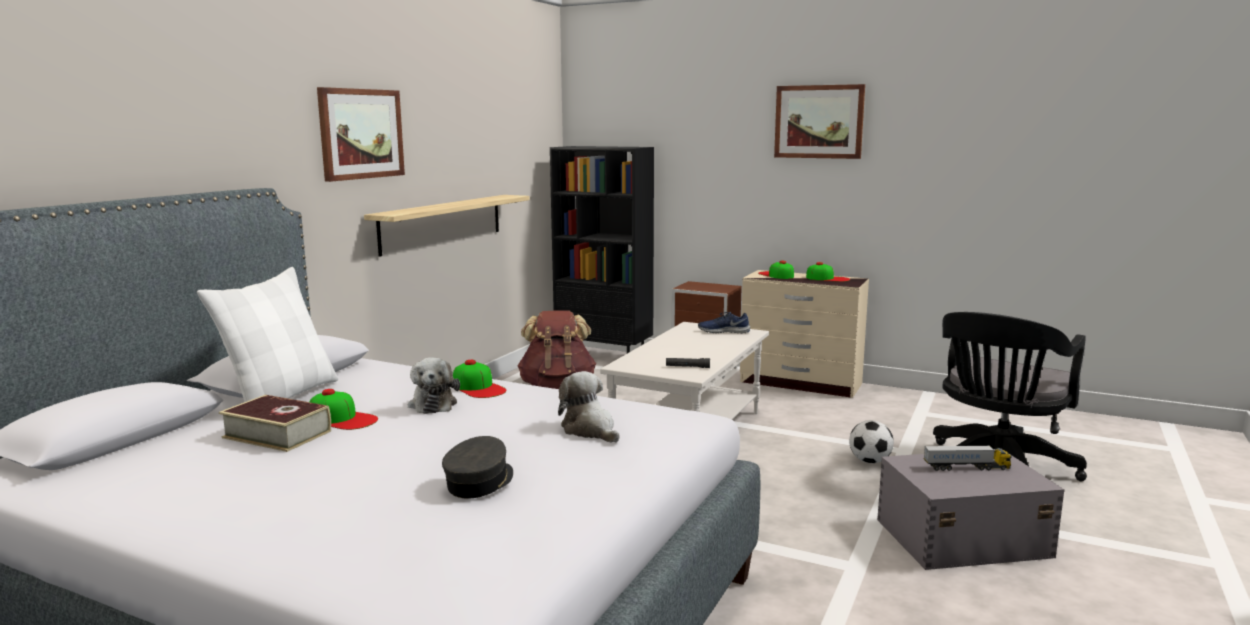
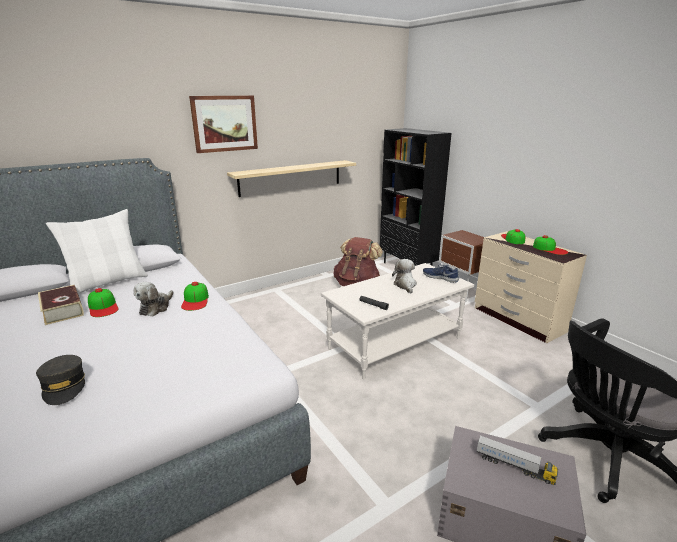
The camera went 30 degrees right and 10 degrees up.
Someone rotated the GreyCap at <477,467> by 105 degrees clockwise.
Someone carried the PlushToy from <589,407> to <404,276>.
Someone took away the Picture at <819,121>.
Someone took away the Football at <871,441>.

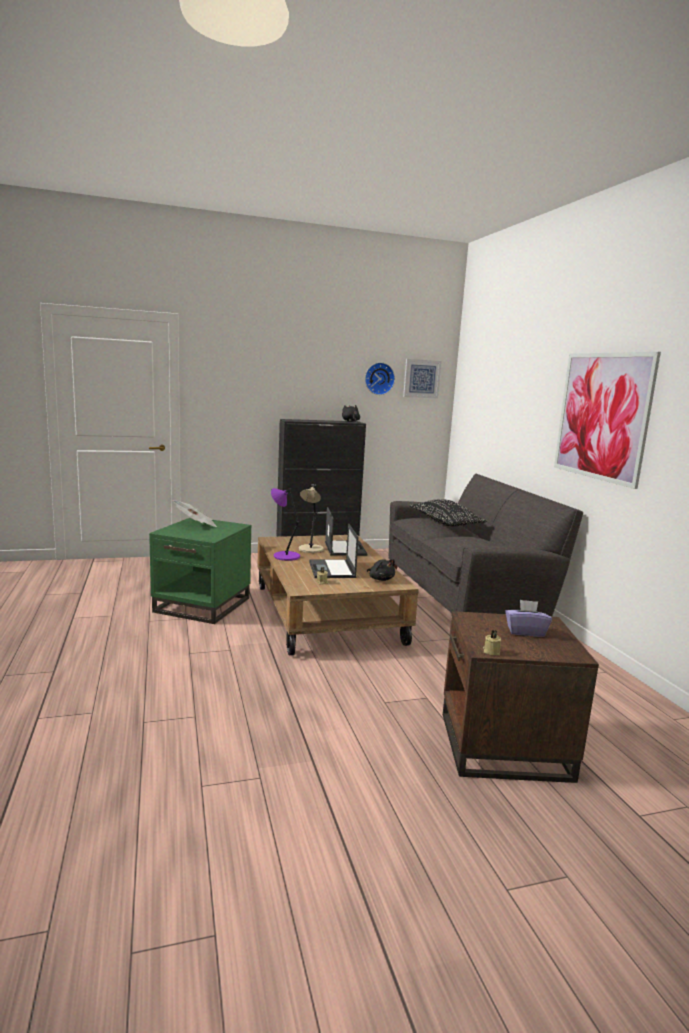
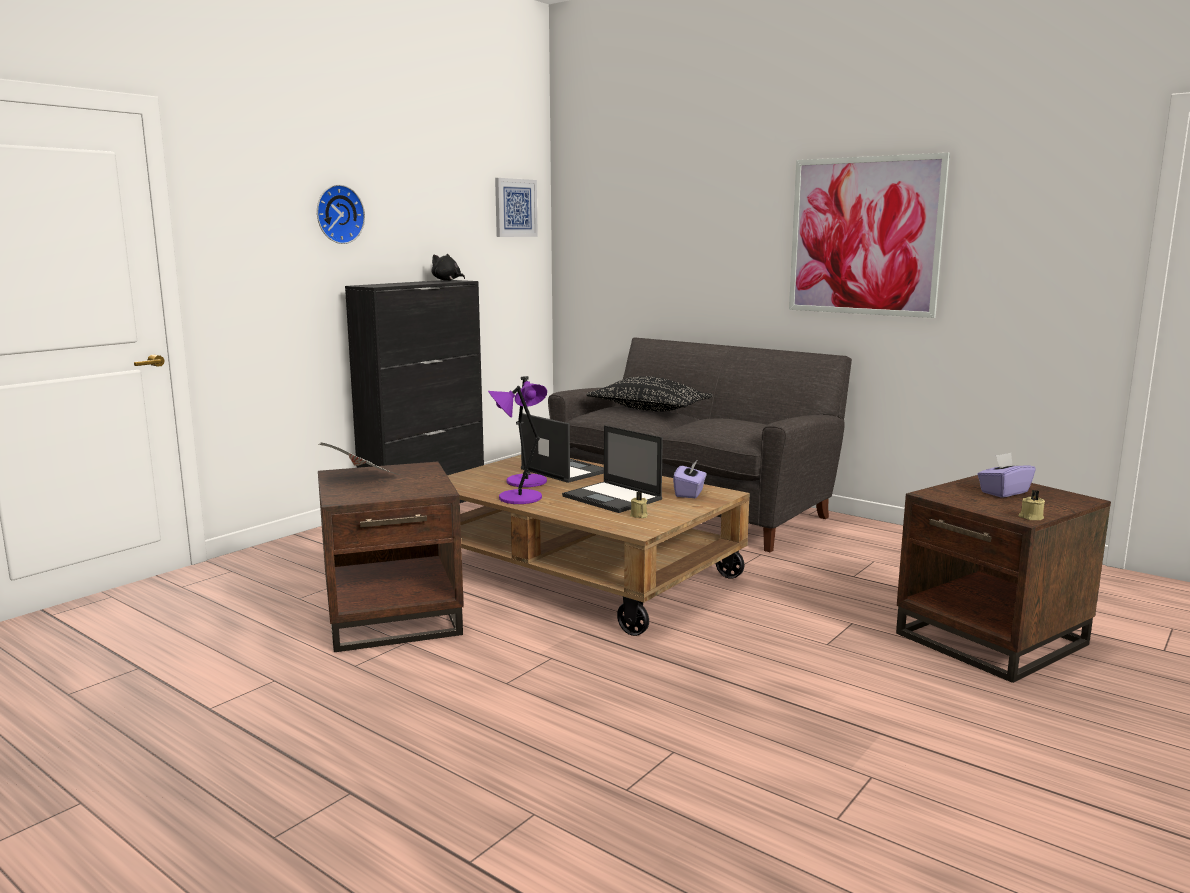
The camera went 35 degrees left and 0 degrees up.
Someone repainted the GreenSideTable at <200,571>, which became the BrownSideTable at <391,557>.
Someone repainted the BeigeTableLamp at <311,518>, which became the PurpleTableLamp at <526,431>.
Someone carried the WallClock from <380,378> to <341,214>.
Someone swapped the BlackPlushToy at <381,570> for the PurpleTissueBox at <690,479>.

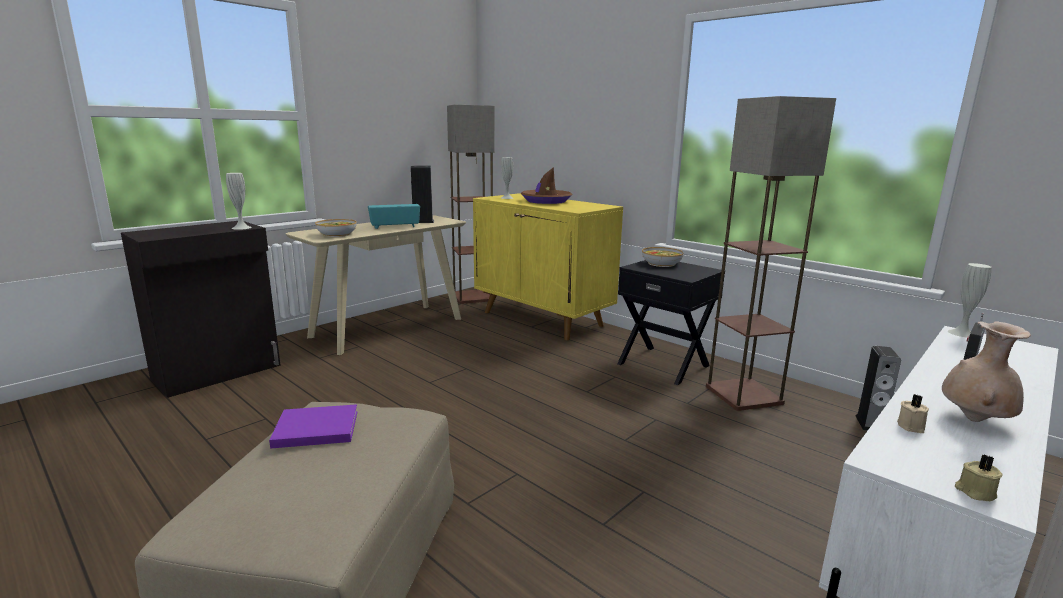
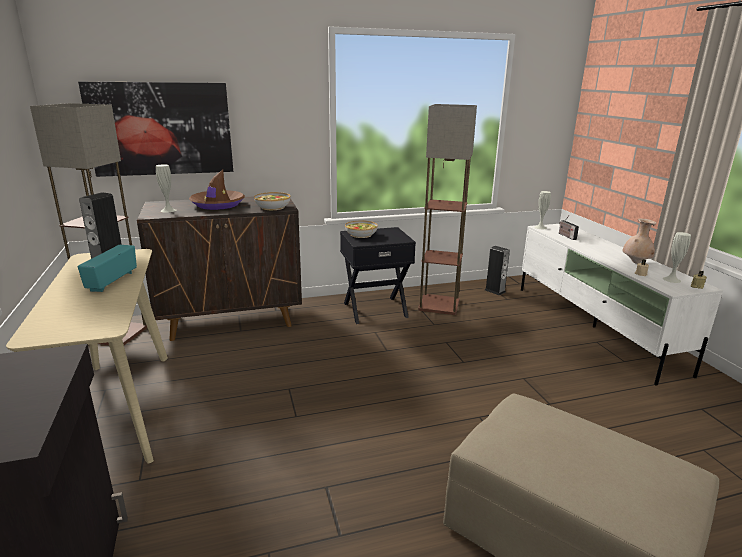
The camera went 60 degrees left and 5 degrees up.
Someone carried the WhiteVase from <239,201> to <677,257>.
Someone took away the PurpleBook at <313,426>.
Someone carried the Bowl from <336,228> to <272,201>.
Someone repainted the YellowCabinet at <548,266>, which became the BrownCabinet at <219,268>.
Someone put up the Picture at <155,129>.

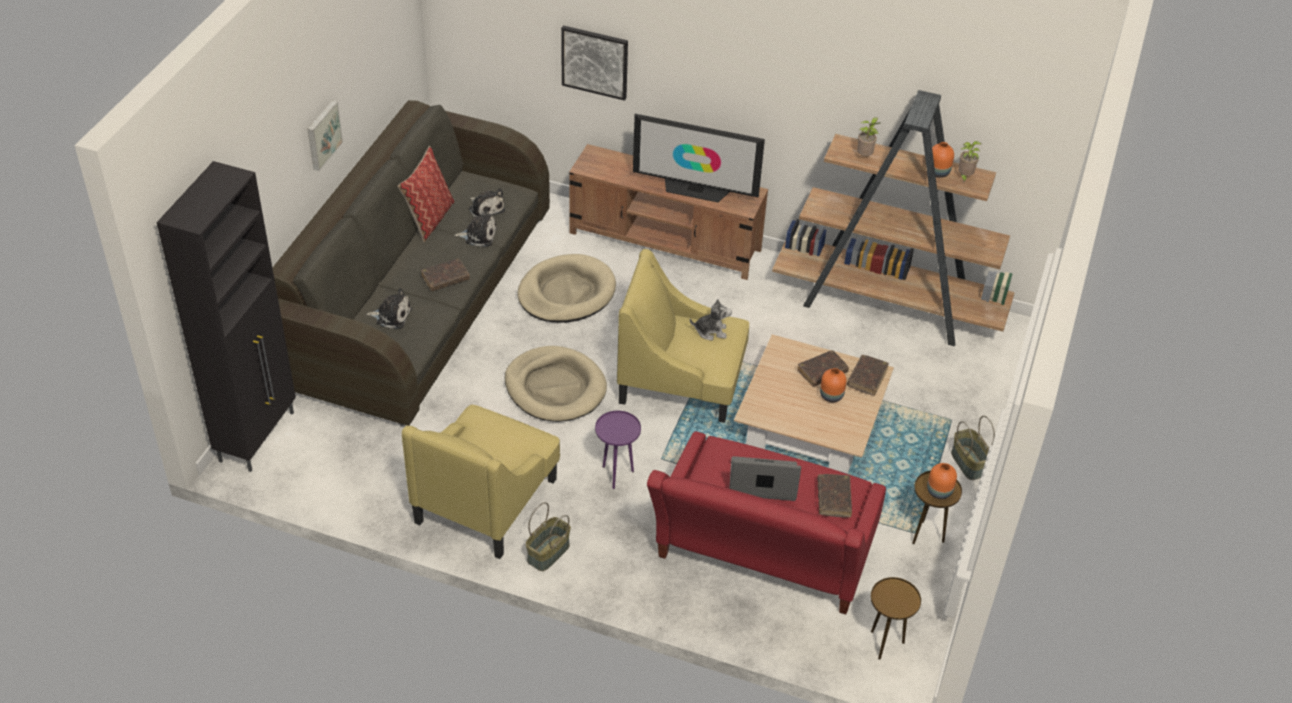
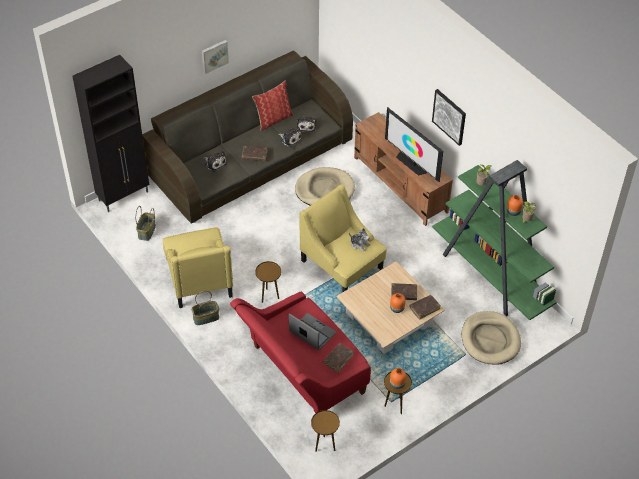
The camera went 35 degrees right and 5 degrees up.
Someone rotated the YellowArmchair at <481,482> by 75 degrees counterclockwise.
Someone carried the BeigeDogBed from <556,384> to <491,338>.
Someone carried the Picture from <594,63> to <449,117>.
Someone repainted the PurpleSideTable at <618,450>, which became the BrownSideTable at <268,282>.
Someone repainted the BrownBookcase at <893,218>, which became the GreenBookcase at <494,240>.
Someone carried the Basket from <973,448> to <145,223>.

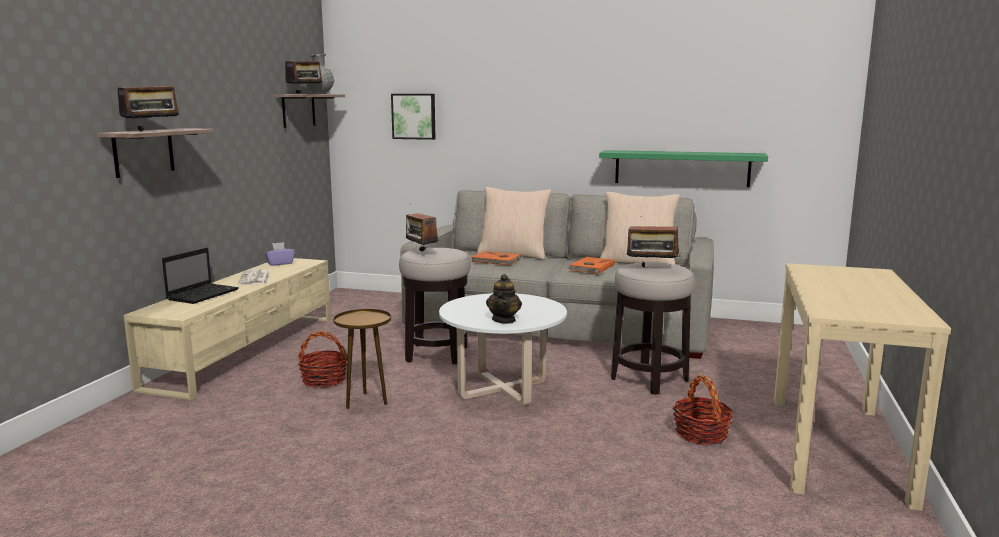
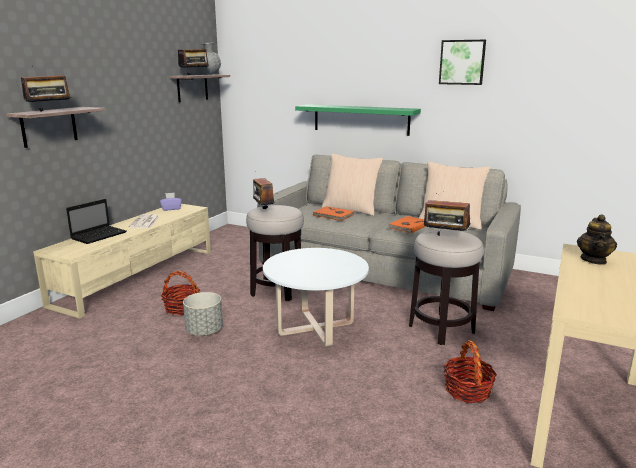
The camera went 10 degrees right and 5 degrees up.
Someone swapped the BrownSideTable at <362,359> for the GreyPlanter at <203,314>.
Someone carried the Picture from <413,117> to <462,62>.
Someone carried the Teapot from <504,299> to <597,239>.
Someone carried the GreenShelf from <683,168> to <358,120>.

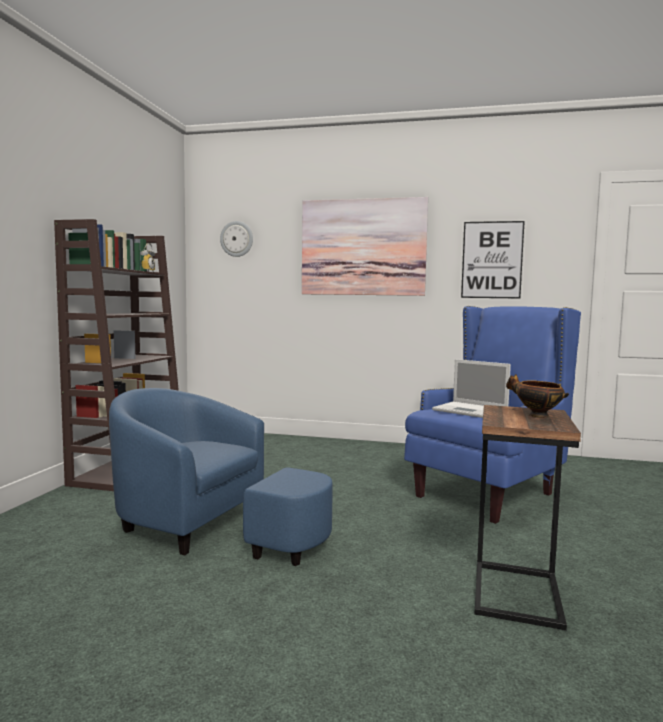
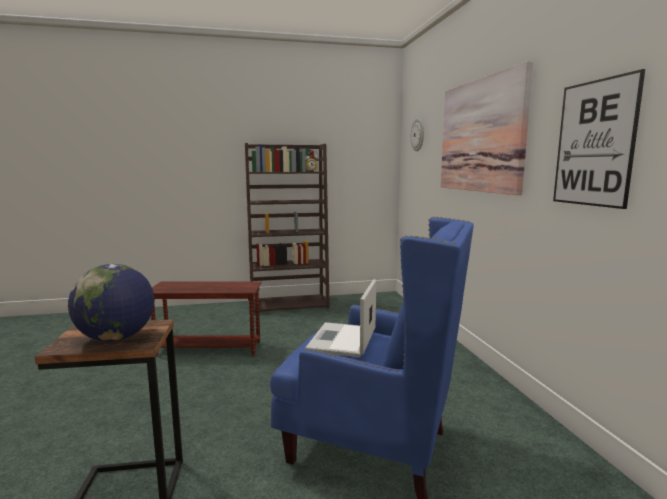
The camera went 65 degrees right and 5 degrees up.
Someone swapped the BlueArmchair at <221,477> for the BrownSideTable at <206,318>.
Someone swapped the Bowl at <537,396> for the Globe at <111,302>.

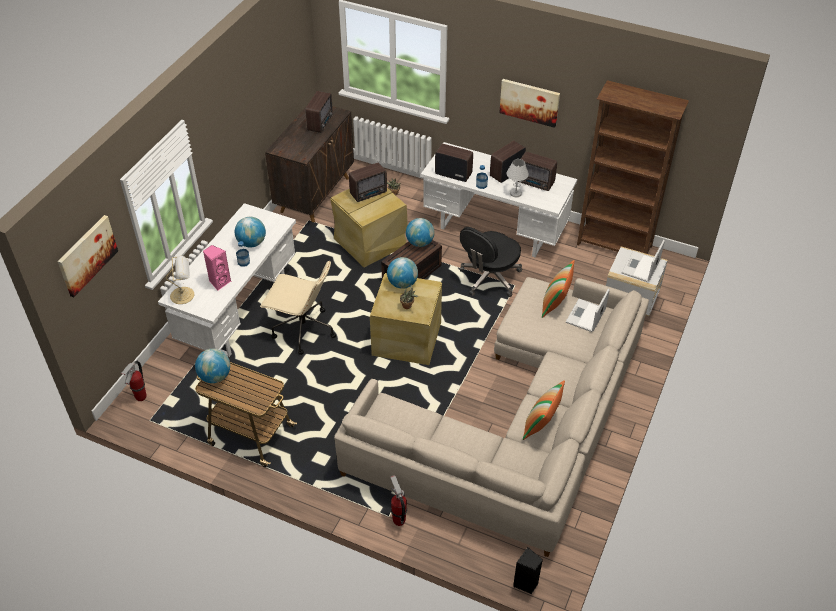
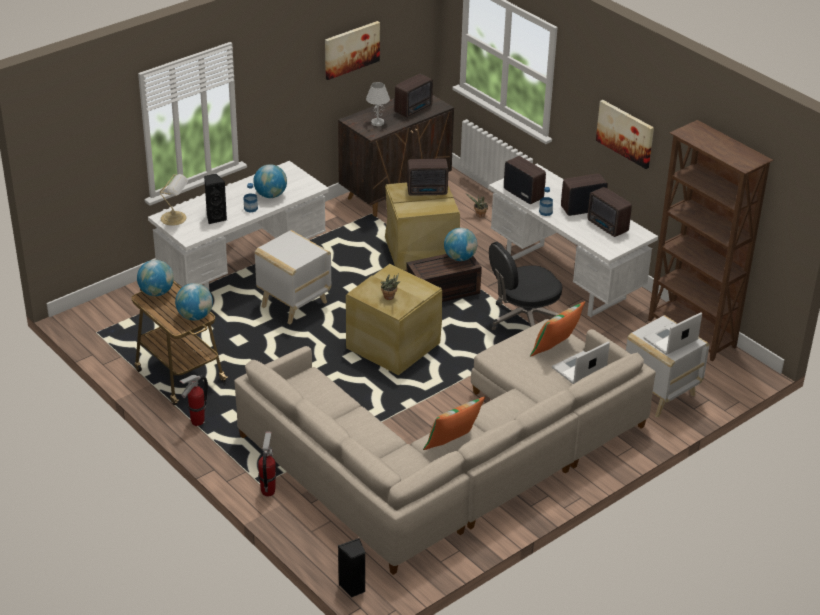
The camera went 25 degrees right and 10 degrees down.
Someone carried the Picture from <88,256> to <352,50>.
Someone carried the FireExtinguisher from <133,381> to <194,400>.
Someone repainted the PinkSpeaker at <217,268>, which became the BlackSpeaker at <215,198>.
Someone swapped the BeigeOfficeChair at <298,307> for the WhiteSideTable at <293,277>.
Someone carried the Globe from <402,273> to <194,301>.
Someone carried the WhiteTableLamp from <518,178> to <378,104>.

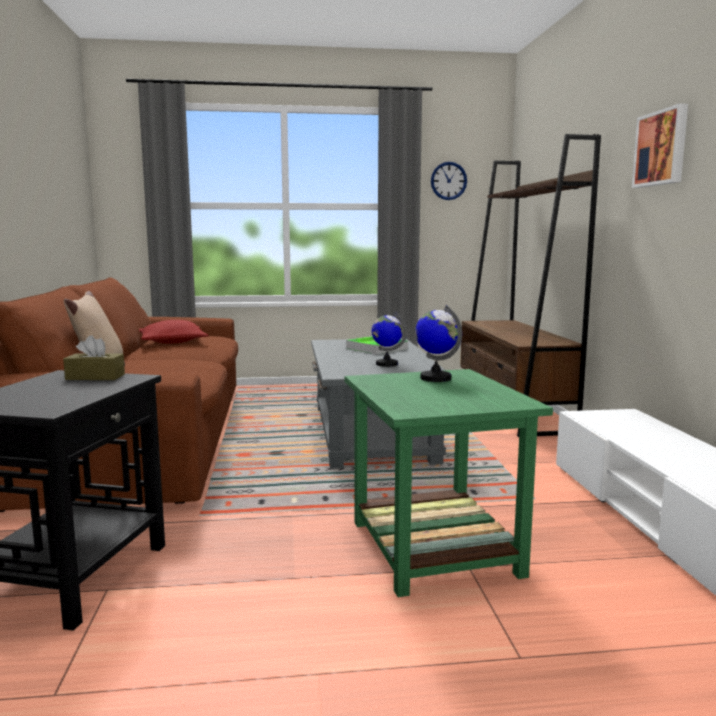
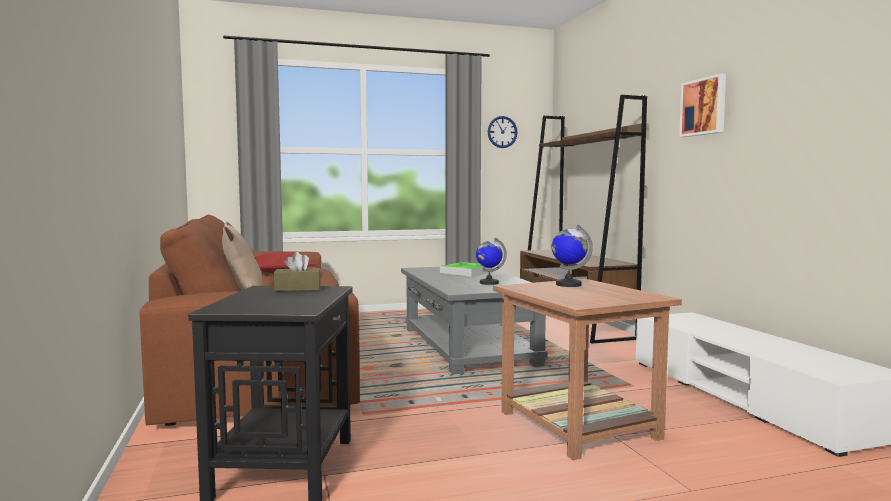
The camera went 10 degrees left and 5 degrees down.
Someone repainted the GreenSideTable at <449,483>, which became the BrownSideTable at <587,369>.

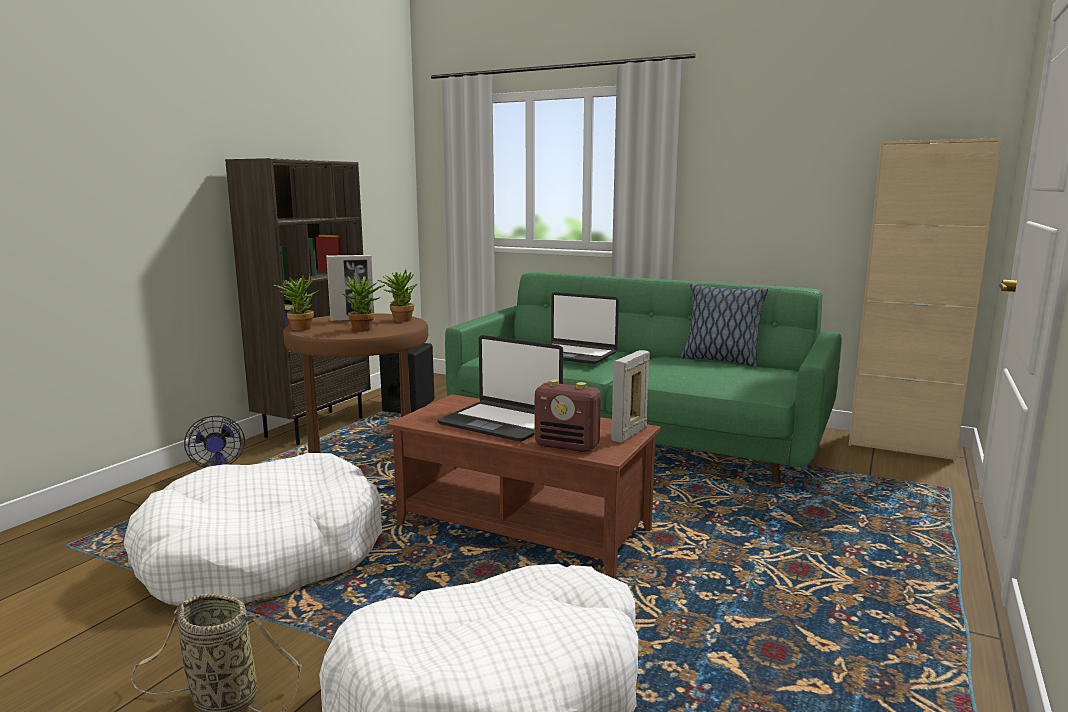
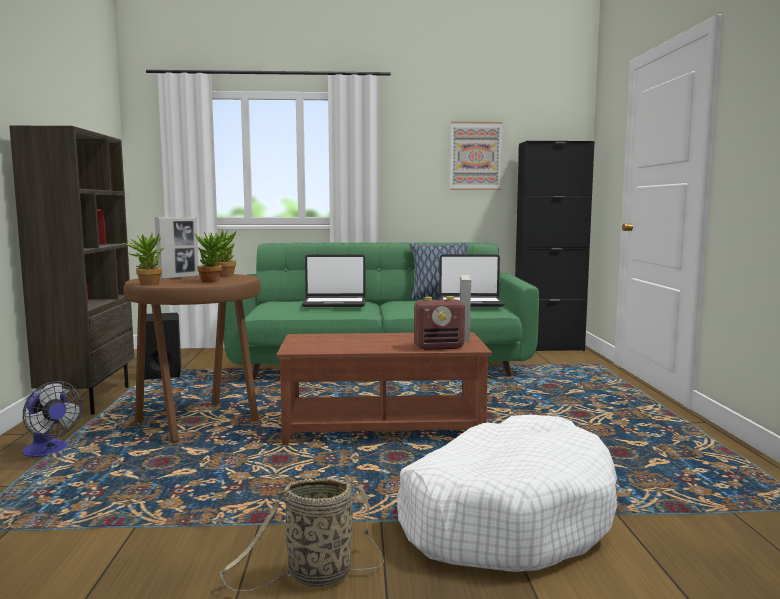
The camera went 30 degrees left and 5 degrees down.
Someone took away the WhiteDogBed at <252,529>.
Someone carried the Laptop from <500,388> to <471,280>.
Someone repainted the BeigeCabinet at <925,299>, which became the BlackCabinet at <555,246>.
Someone put up the Picture at <476,156>.

